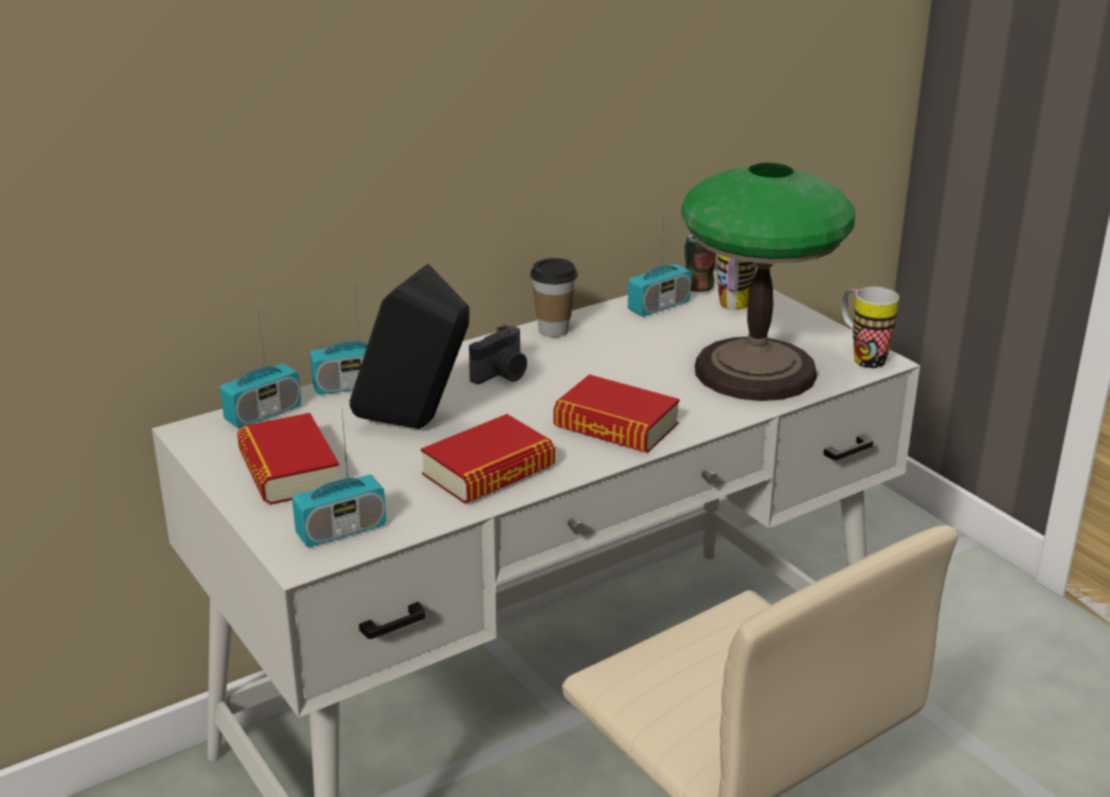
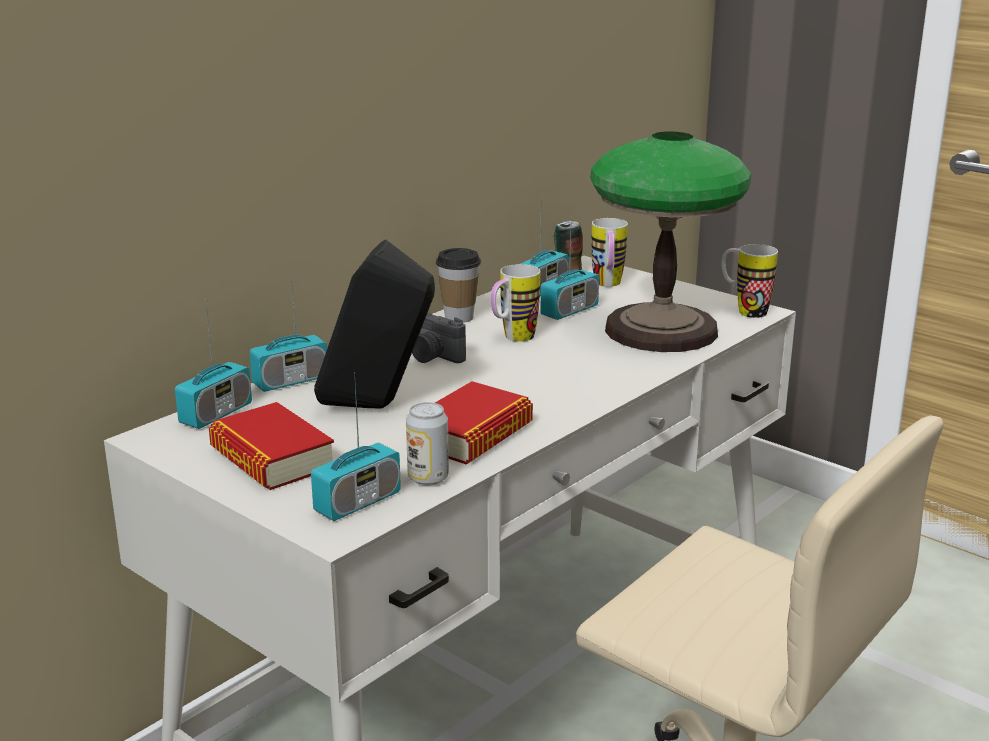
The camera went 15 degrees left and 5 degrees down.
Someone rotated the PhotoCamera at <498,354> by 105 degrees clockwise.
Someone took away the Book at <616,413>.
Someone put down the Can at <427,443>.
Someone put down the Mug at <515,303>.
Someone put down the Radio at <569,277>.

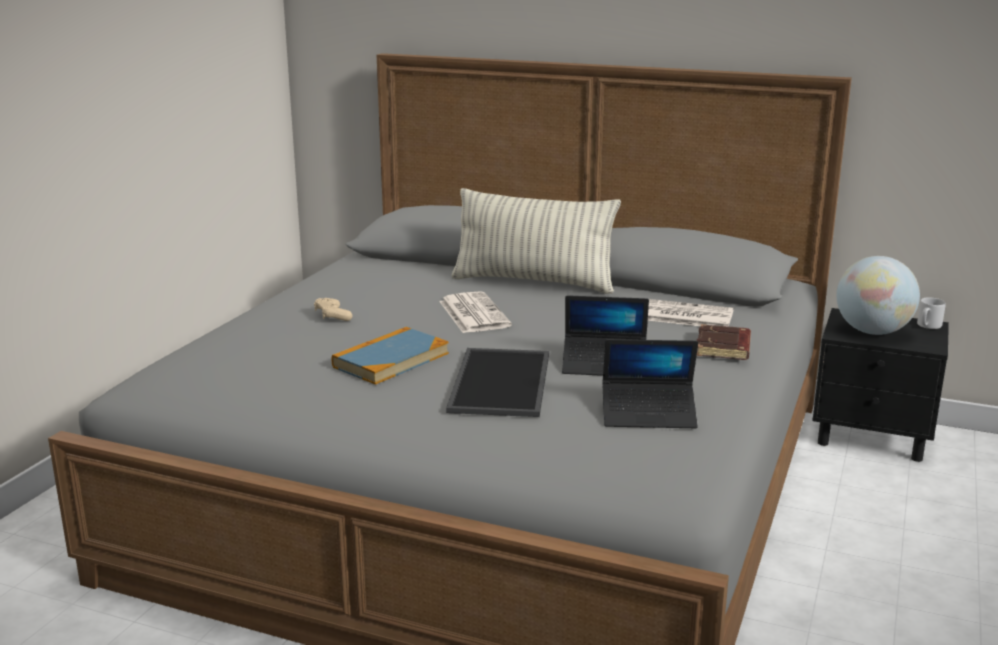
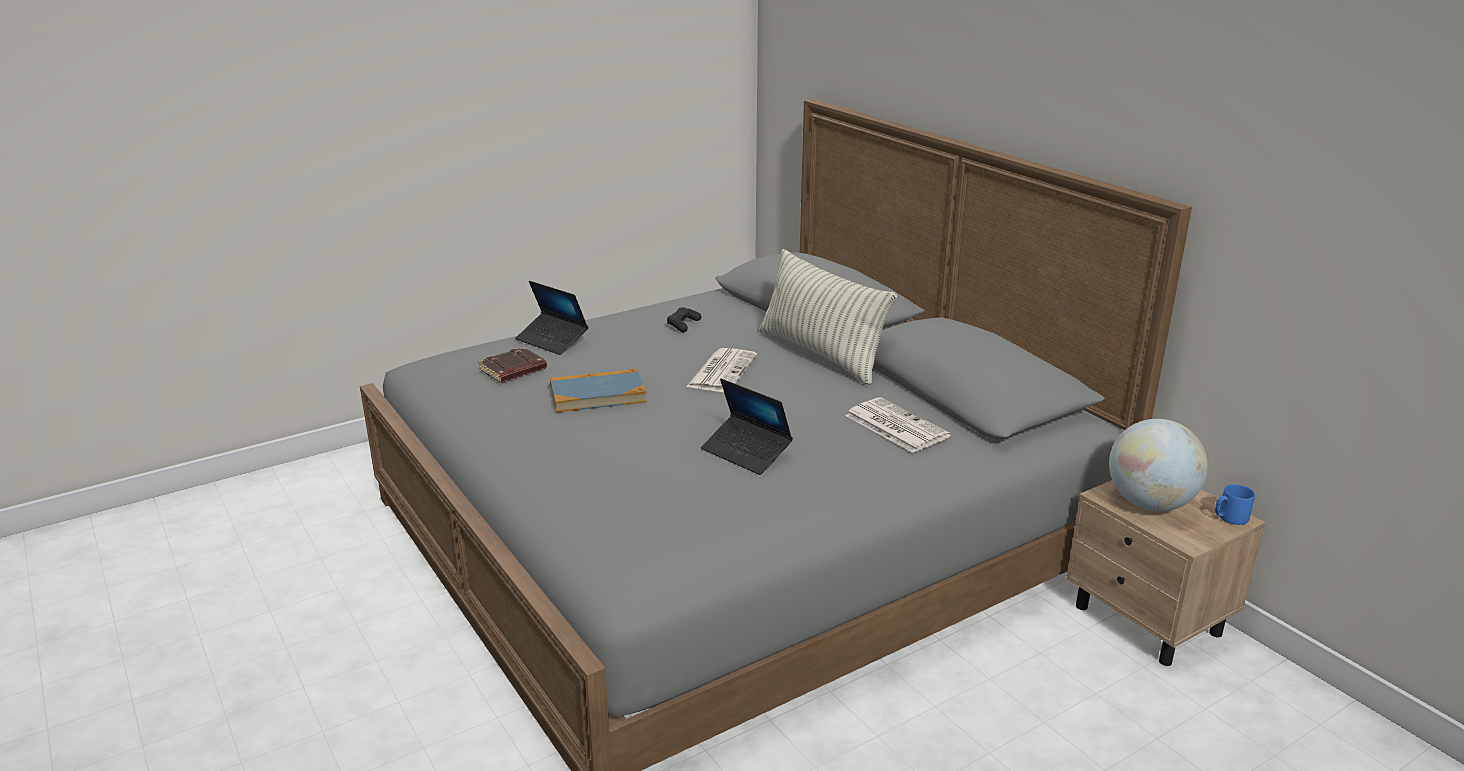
The camera went 35 degrees right and 5 degrees up.
Someone took away the BeigeGameController at <333,309>.
Someone took away the Tray at <497,382>.
Someone carried the Laptop from <650,383> to <551,318>.
Someone carried the BrownBook from <724,342> to <512,365>.
Someone repainted the BlackNightstand at <880,385>, which became the BeigeNightstand at <1166,573>.
Someone repainted the GreyMug at <931,313>, which became the BlueMug at <1235,504>.
Someone put down the BlackGameController at <684,319>.

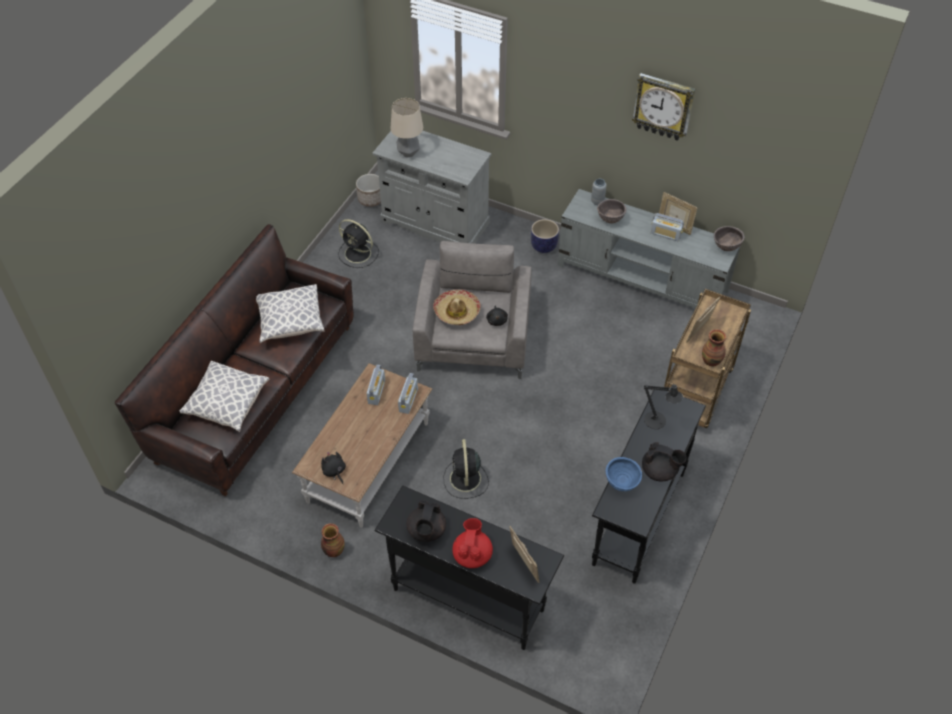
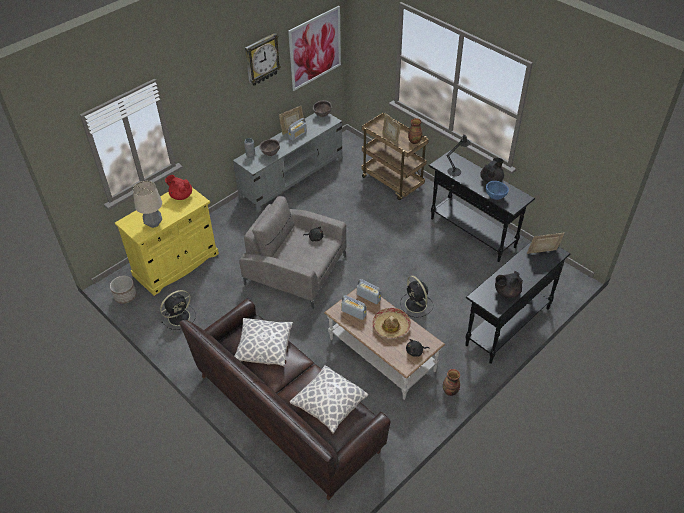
The camera went 70 degrees left and 5 degrees down.
Someone repainted the GreyCabinet at <431,187>, which became the YellowCabinet at <167,241>.
Someone rotated the BlackTeapot at <426,521> by 135 degrees clockwise.
Someone carried the Hat from <456,307> to <391,323>.
Someone rotated the BlackFan at <466,469> by 45 degrees clockwise.
Someone carried the RedTeapot from <472,543> to <178,187>.
Someone took away the Planter at <545,236>.
Someone put up the Picture at <314,48>.

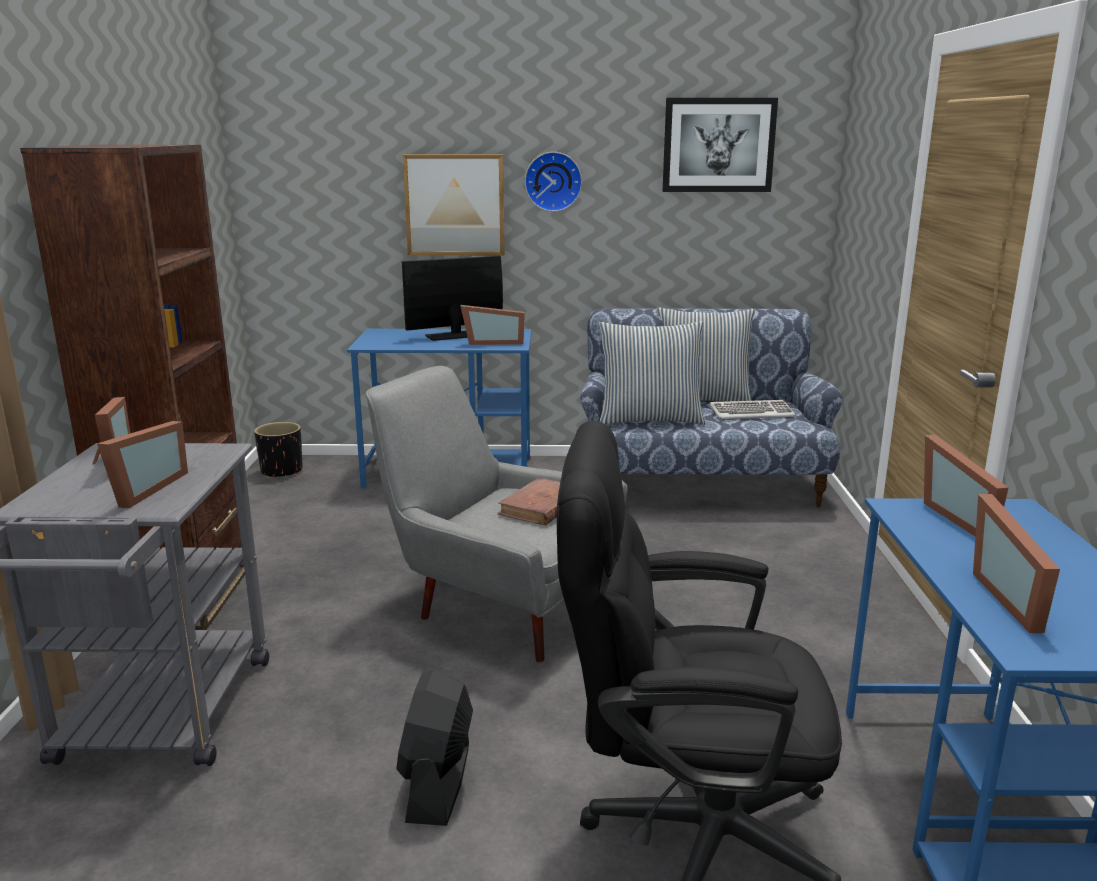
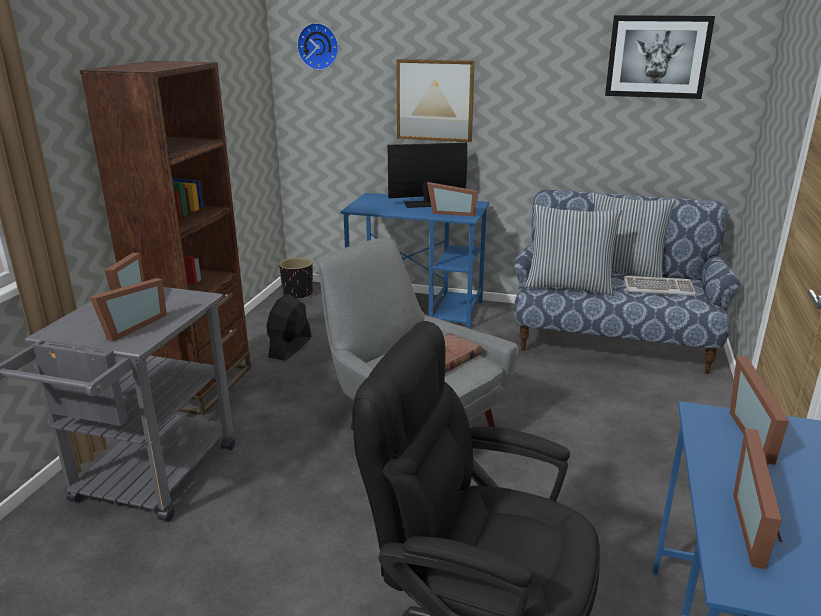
The camera went 15 degrees right and 5 degrees up.
Someone carried the BlackFan from <434,748> to <288,327>.
Someone carried the WallClock from <553,182> to <318,46>.

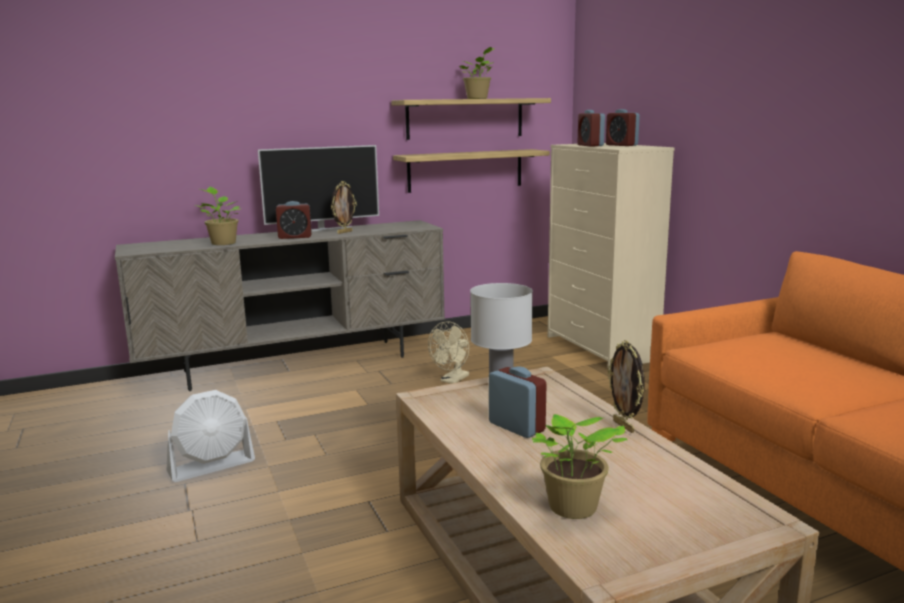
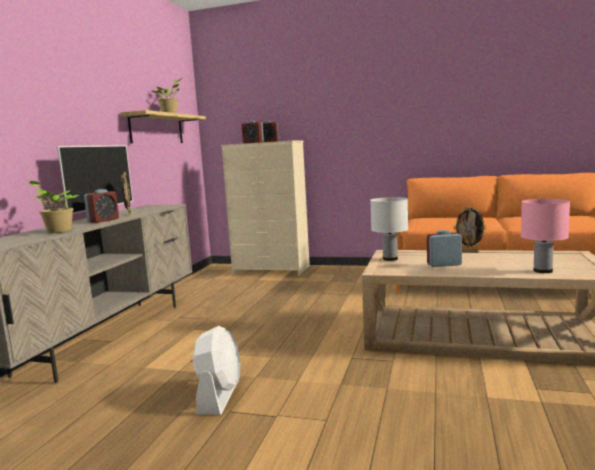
The camera went 50 degrees left and 5 degrees down.
Someone took away the Shelf at <471,171>.
Someone took away the BeigeFan at <448,353>.
Someone swapped the PottedPlant at <579,466> for the PinkTableLamp at <545,236>.

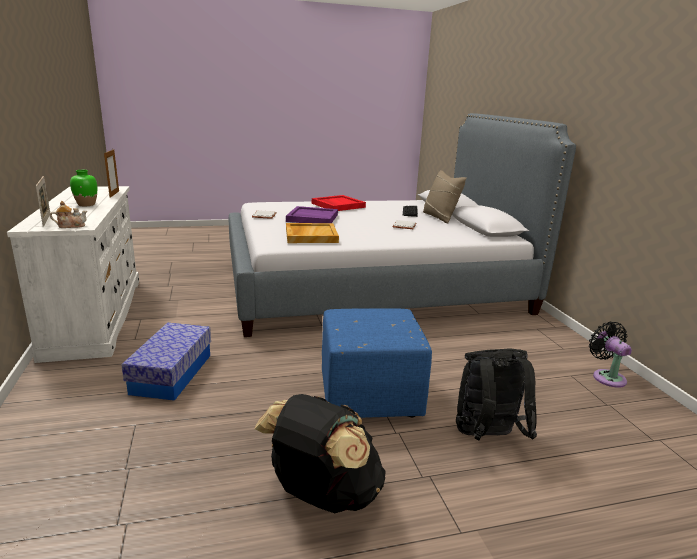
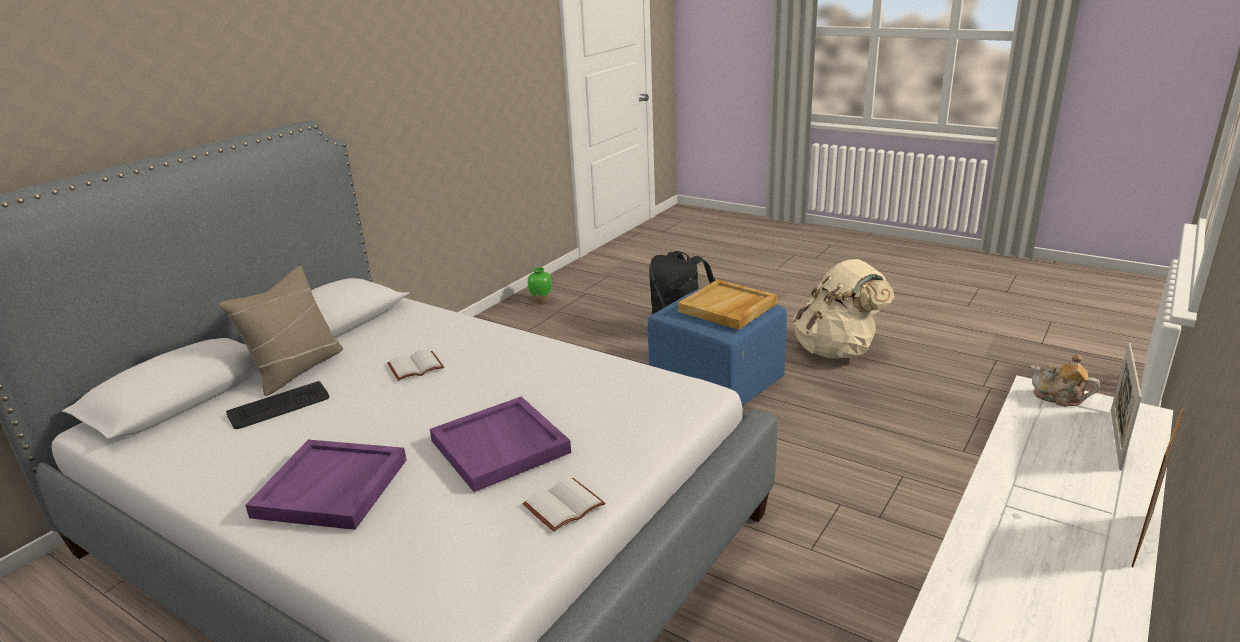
The camera went 130 degrees left and 5 degrees up.
Someone carried the GreenVase from <83,188> to <540,285>.
Someone carried the PictureFrame from <111,173> to <1157,487>.
Someone took away the StorageBox at <166,361>.
Someone repainted the BlackBackpack at <320,453>, which became the BeigeBackpack at <843,308>.
Someone carried the BeigeTray from <312,233> to <727,304>.
Someone repainted the RedTray at <339,203>, which became the PurpleTray at <326,485>.
Someone took away the BlackFan at <610,355>.

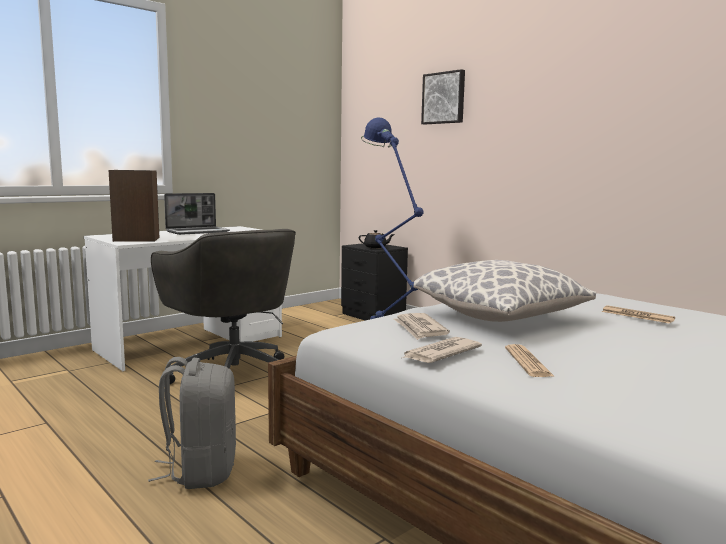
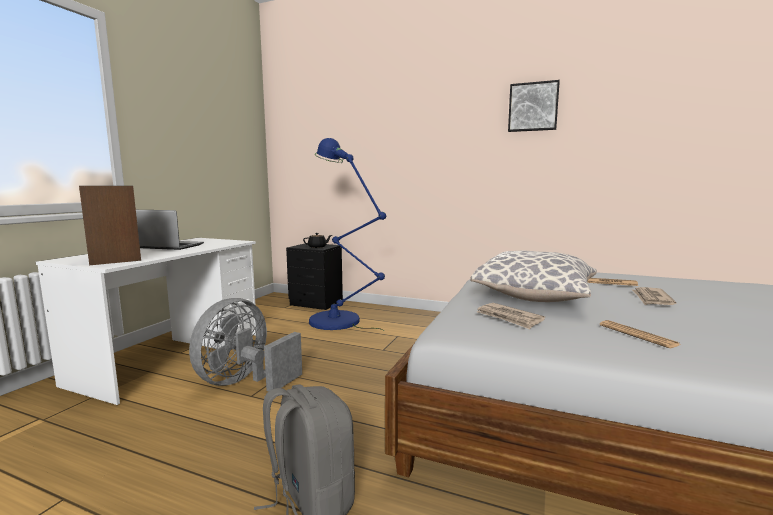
The camera went 25 degrees left and 0 degrees up.
Someone swapped the GreyOfficeChair at <223,306> for the GreyFan at <245,345>.
Someone rotated the Laptop at <197,214> by 105 degrees counterclockwise.
Someone carried the Newspaper from <442,350> to <654,296>.
Someone carried the Picture from <443,96> to <534,106>.

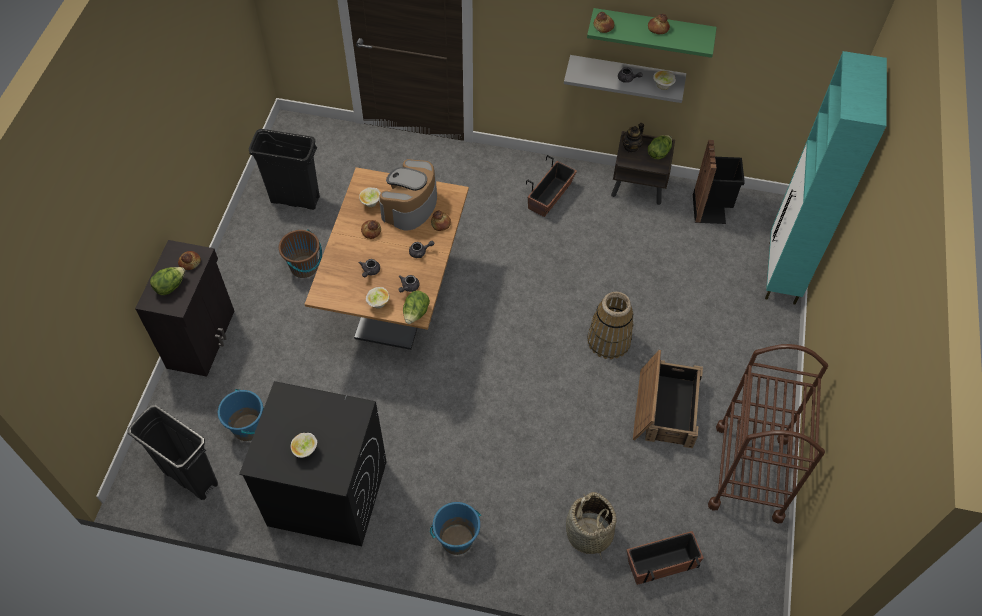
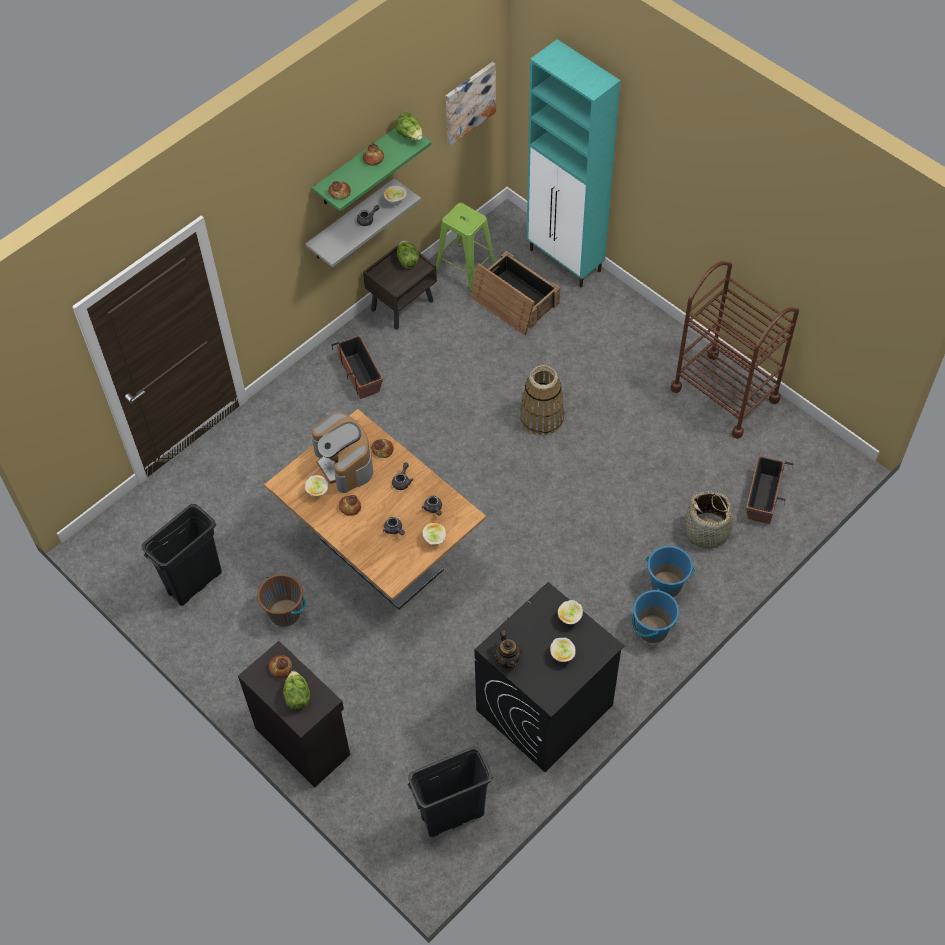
The camera went 55 degrees left and 0 degrees up.
Someone carried the BlueBucket from <241,415> to <670,571>.
Someone carried the Lettuce from <416,307> to <409,126>.
Someone carried the Teapot from <633,138> to <508,649>.
Someone carried the Crate from <668,399> to <515,293>.
Someone swapped the BlackTrashCan at <719,182> for the GreenStool at <466,247>.
Someone put up the Picture at <471,104>.
Someone put down the Bowl at <570,612>.

